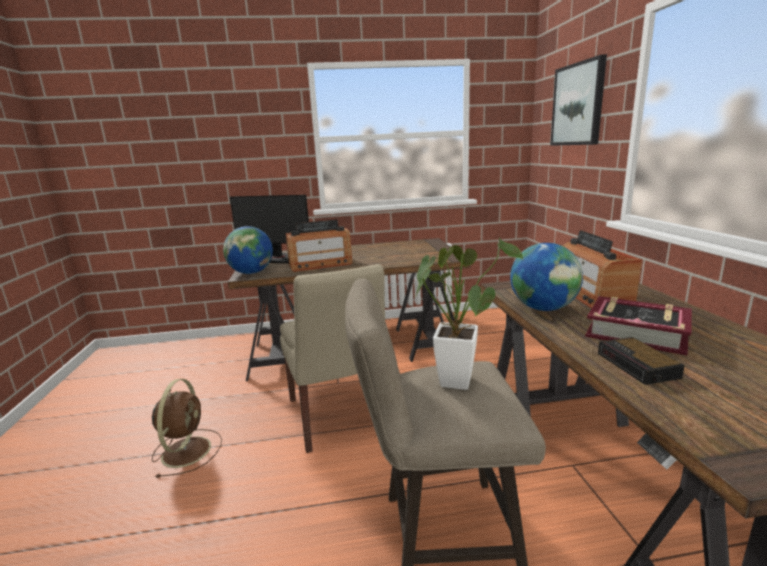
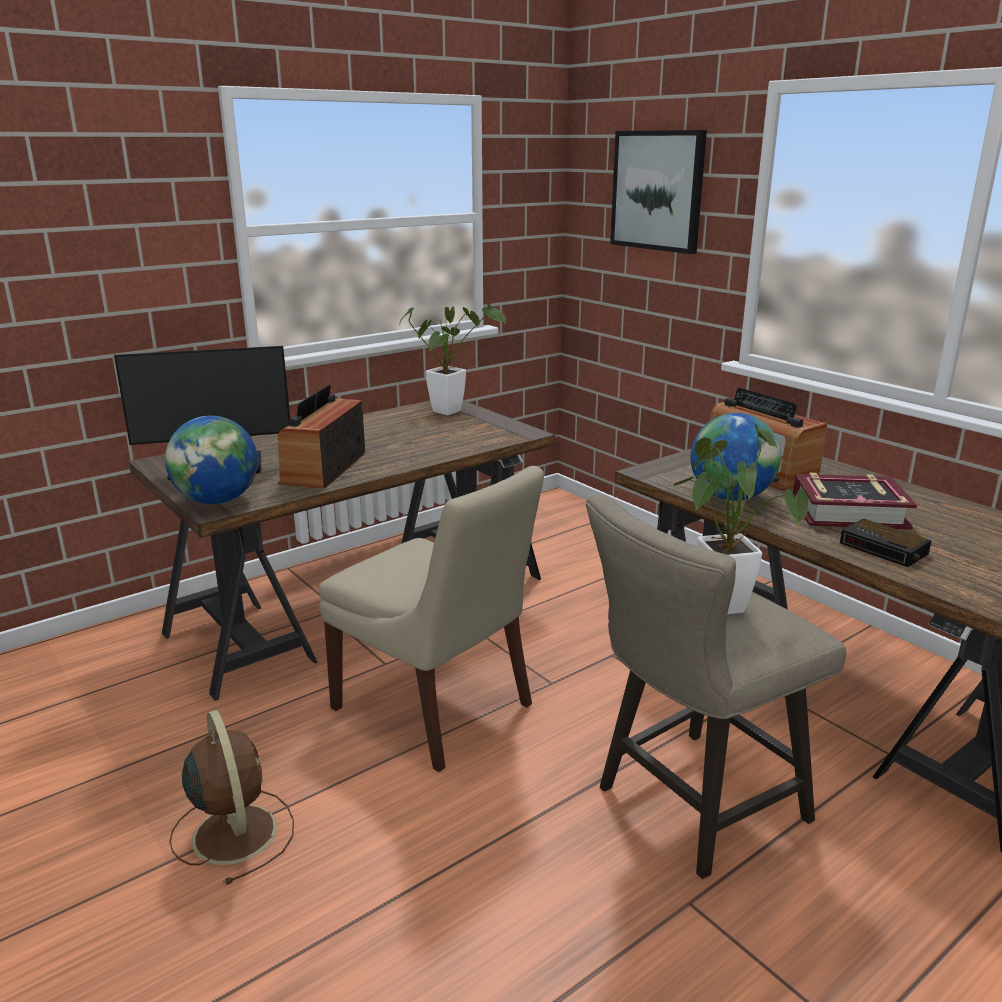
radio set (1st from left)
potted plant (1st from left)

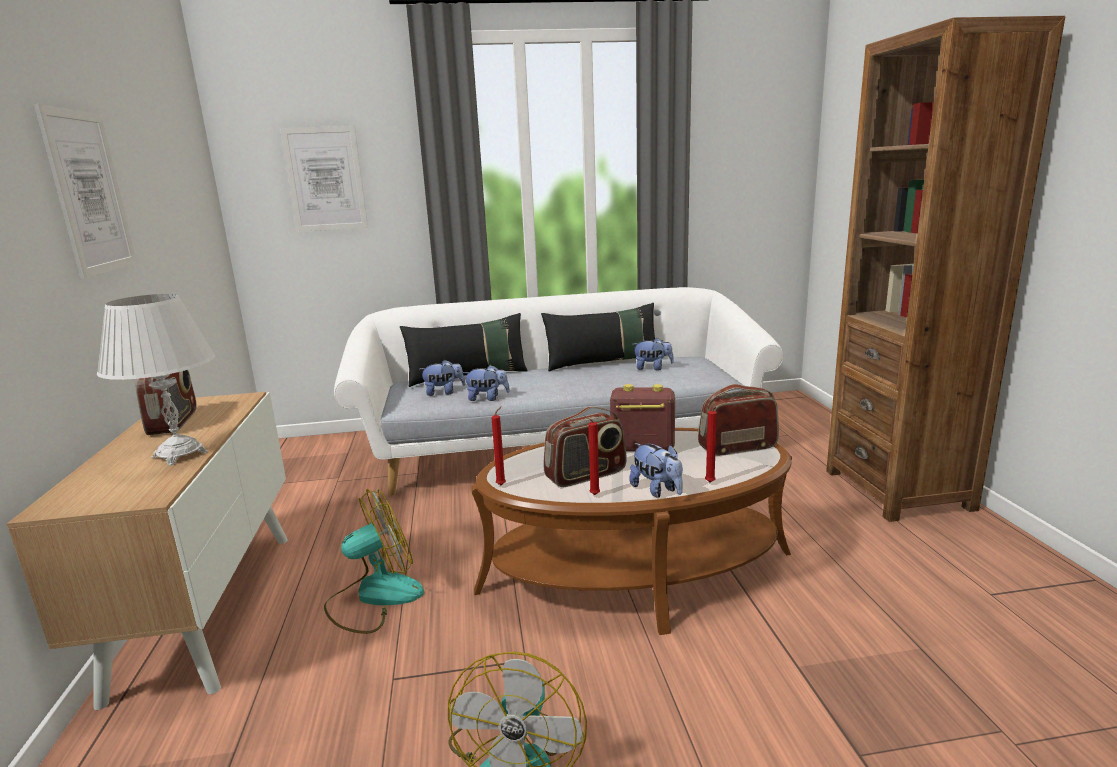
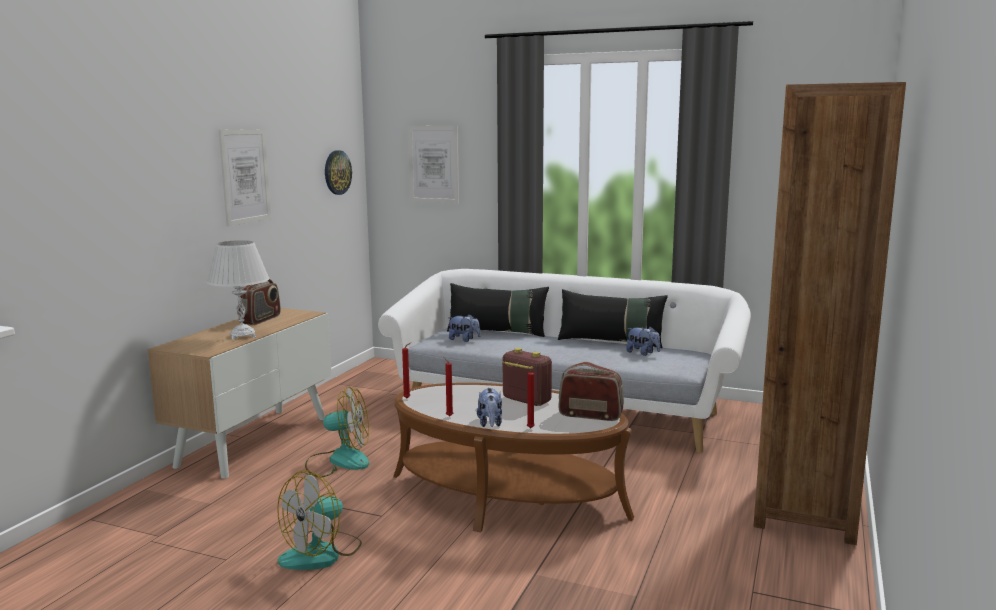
cuddly toy (2nd from left in the first image)
radio set (2nd from left in the first image)
wall clock

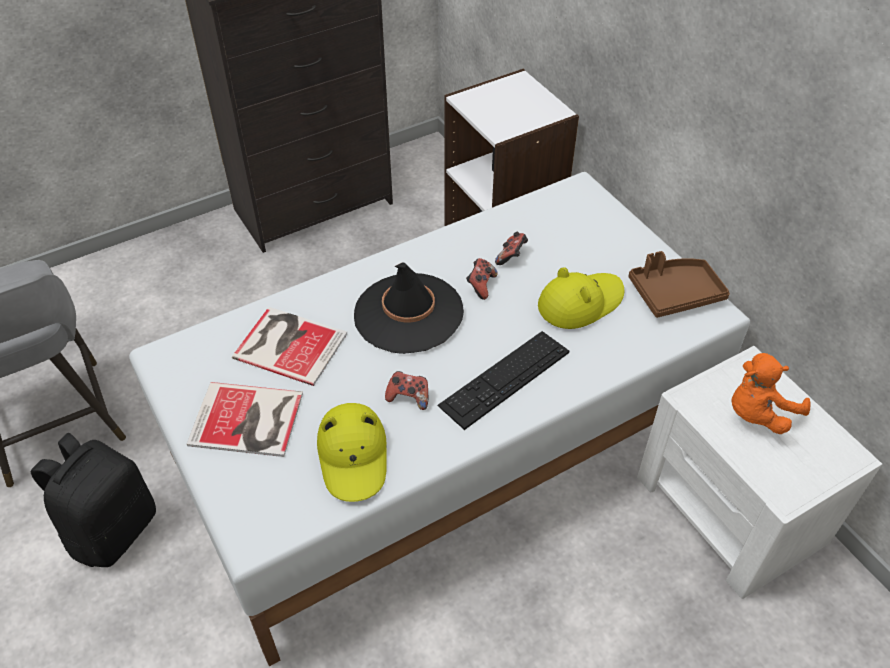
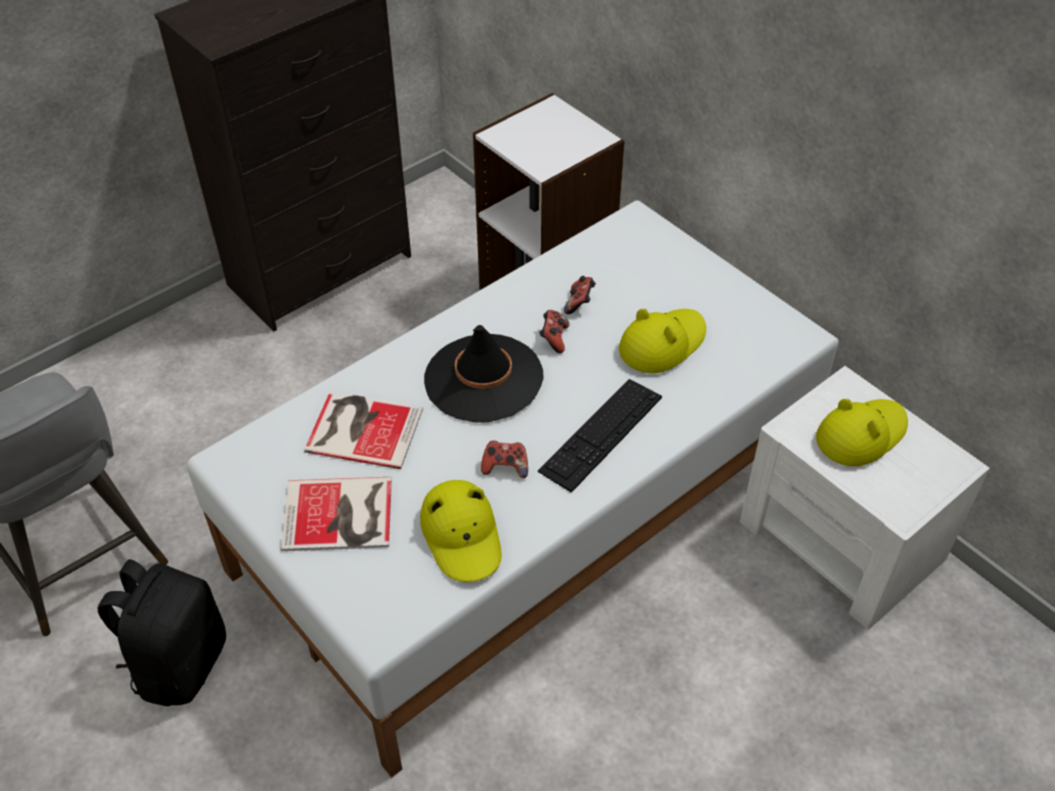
serving tray in brown
hat in yellowish (3rd from left)

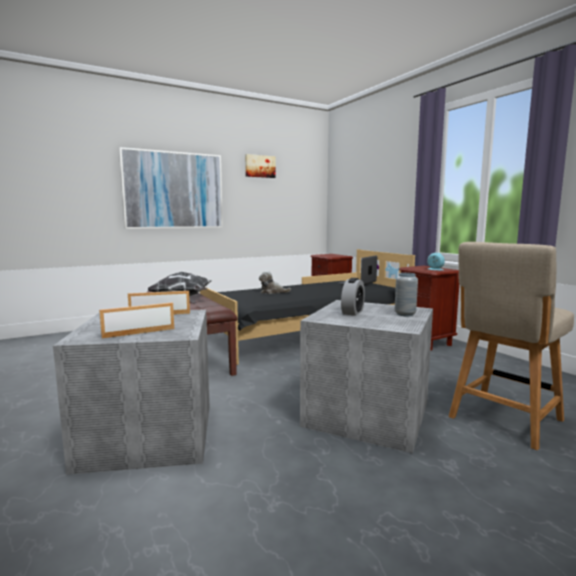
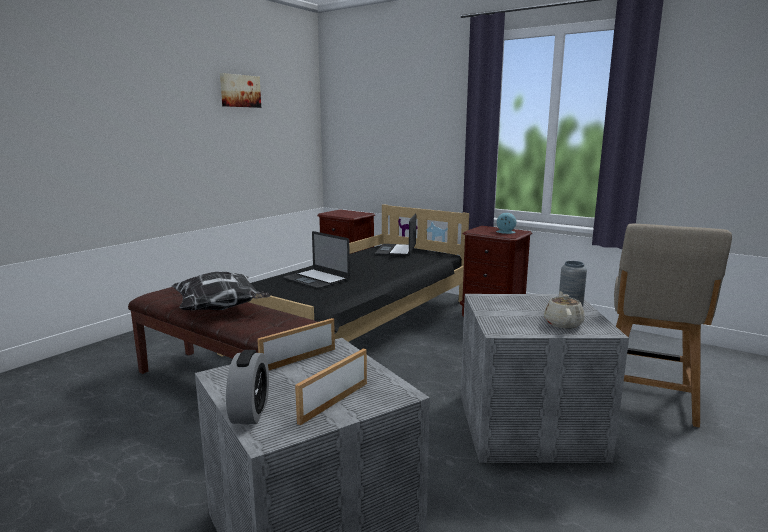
wall picture (1st from left in the first image)
laptop (1st from left)
alarm clock (1st from left)
pot for tea in sand-coloured

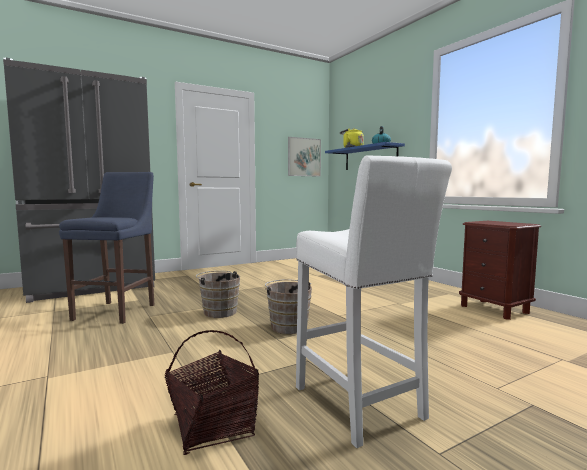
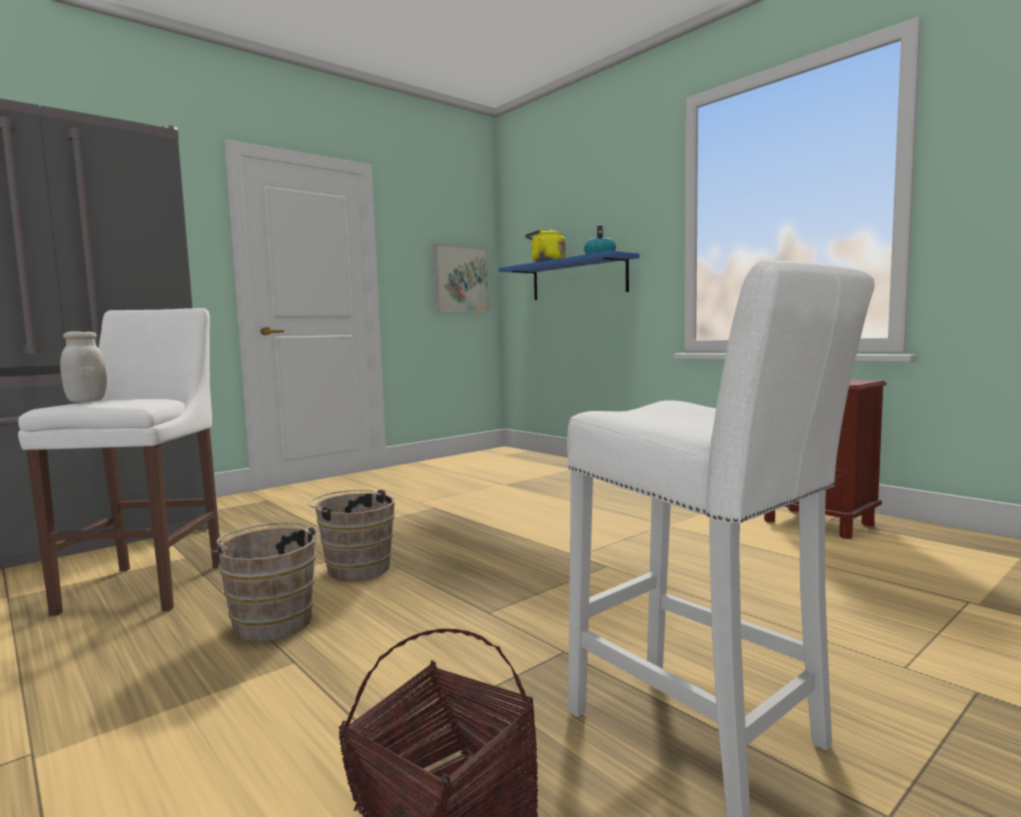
stool seat in whitish (1st from left)
pail in brown (1st from left)
jar in whitish

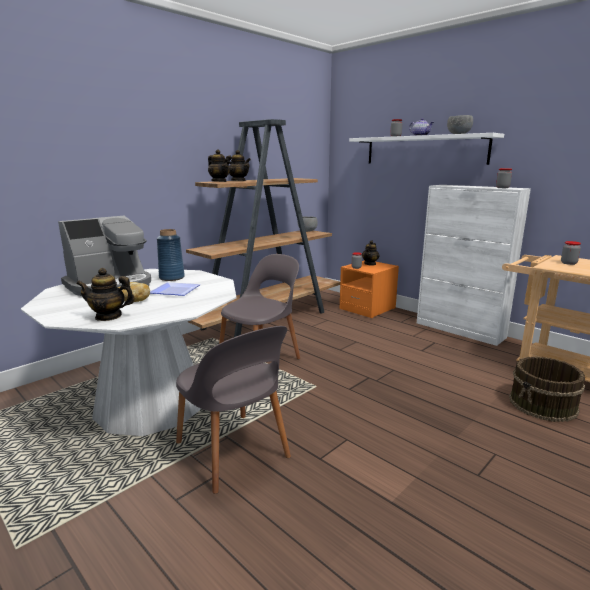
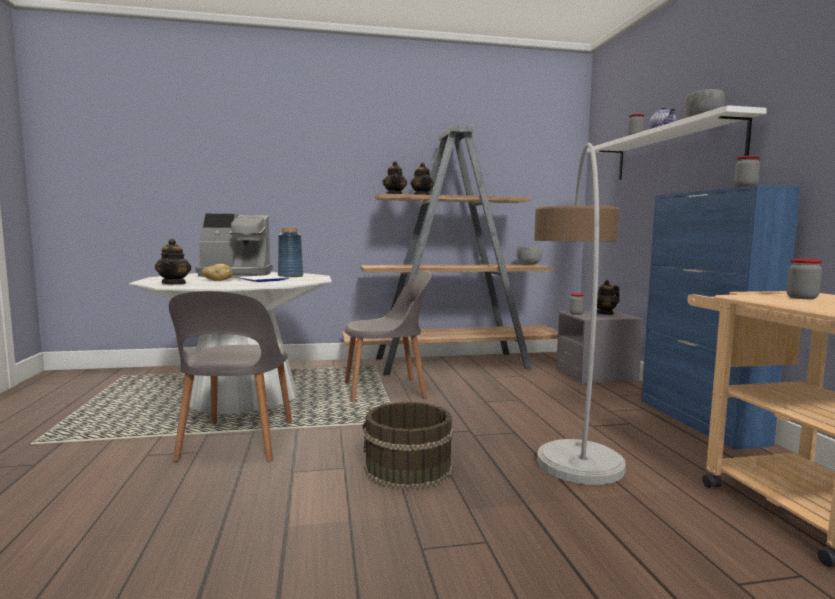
pot for tea (1st from left)
night table in grey
cabinet in blue-coloured
pail in brown
standing lamp

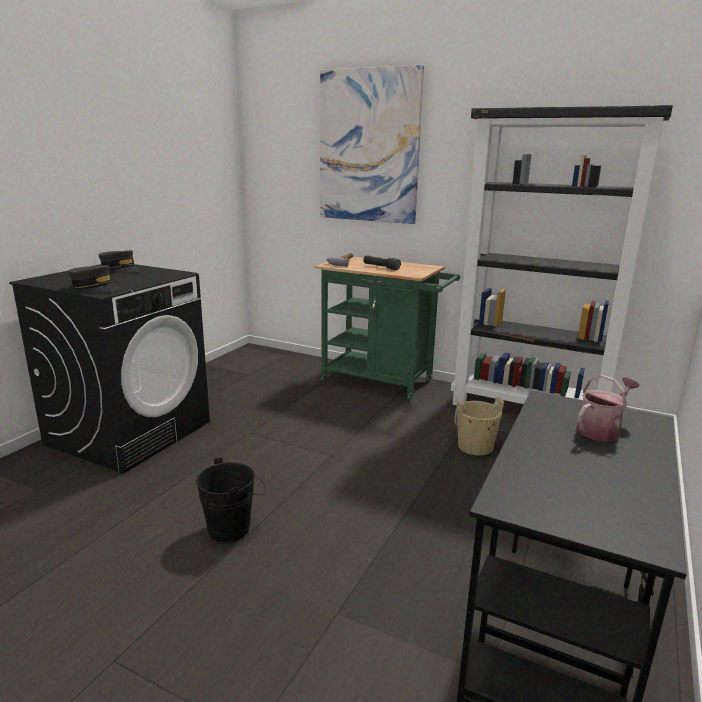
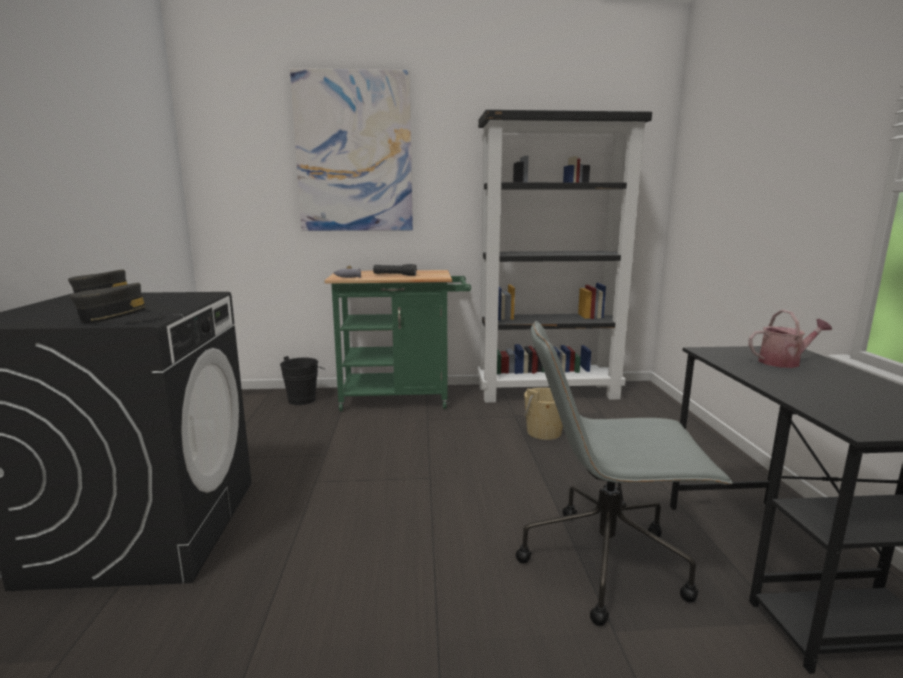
pail in black
sprinkling can
desk chair in grey

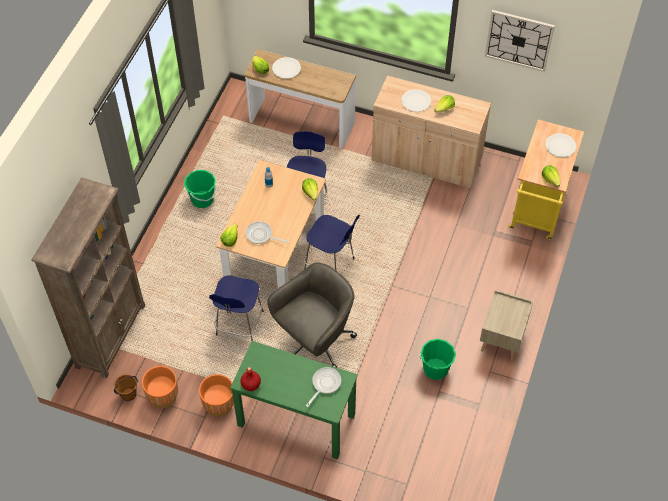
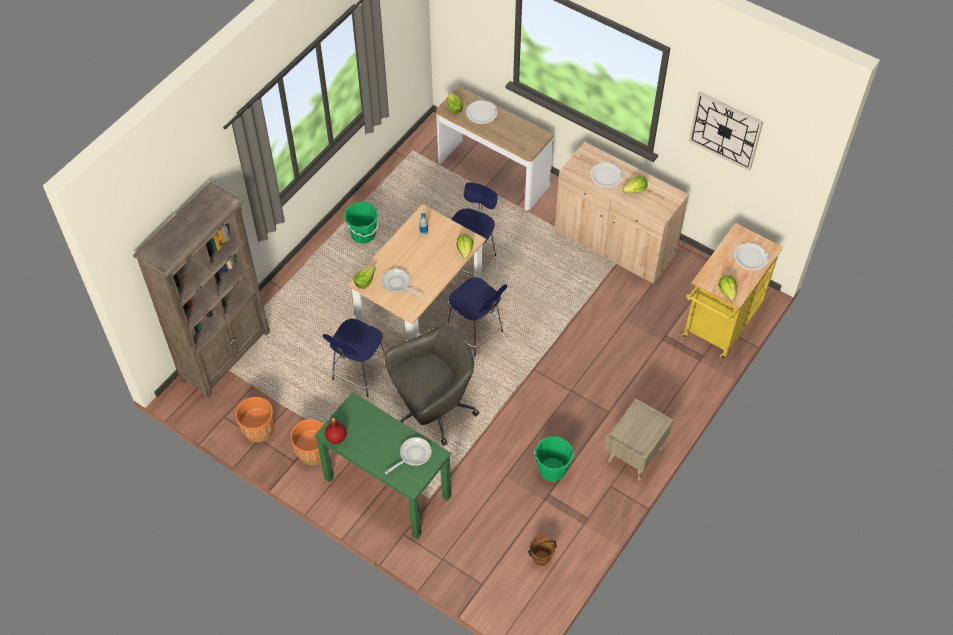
pail in brown

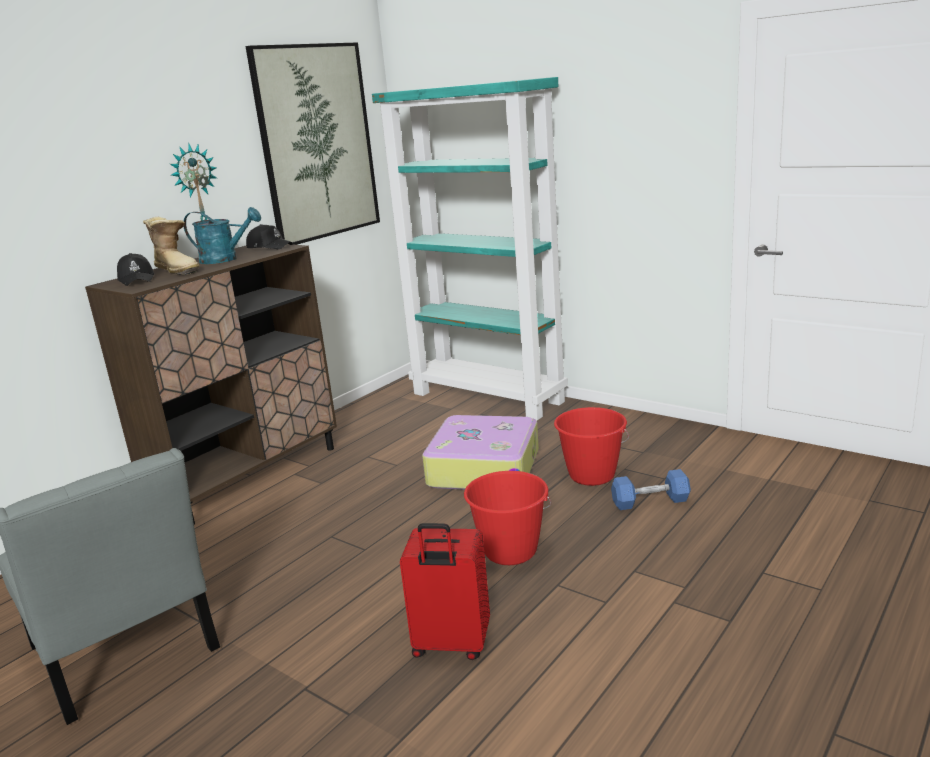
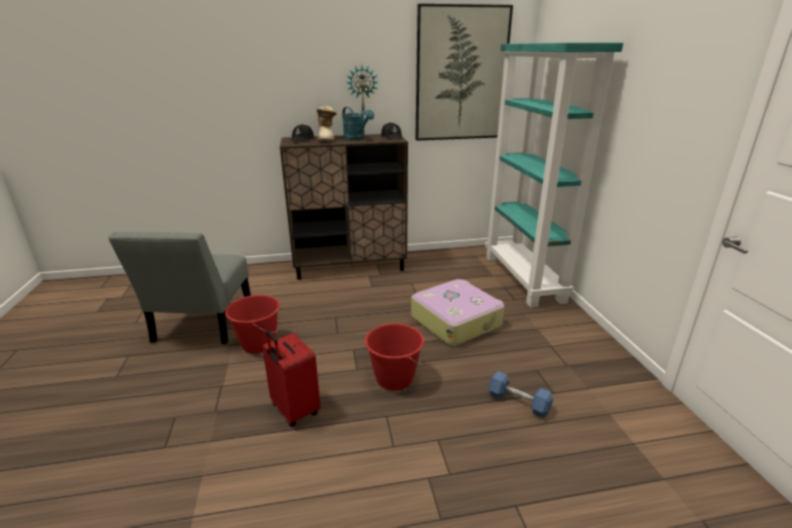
pail in red (1st from left)

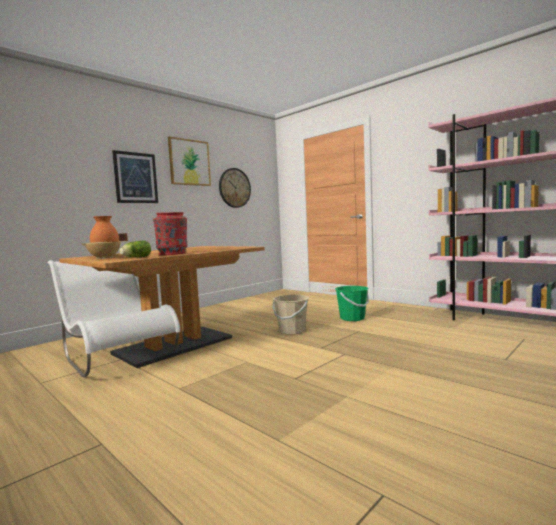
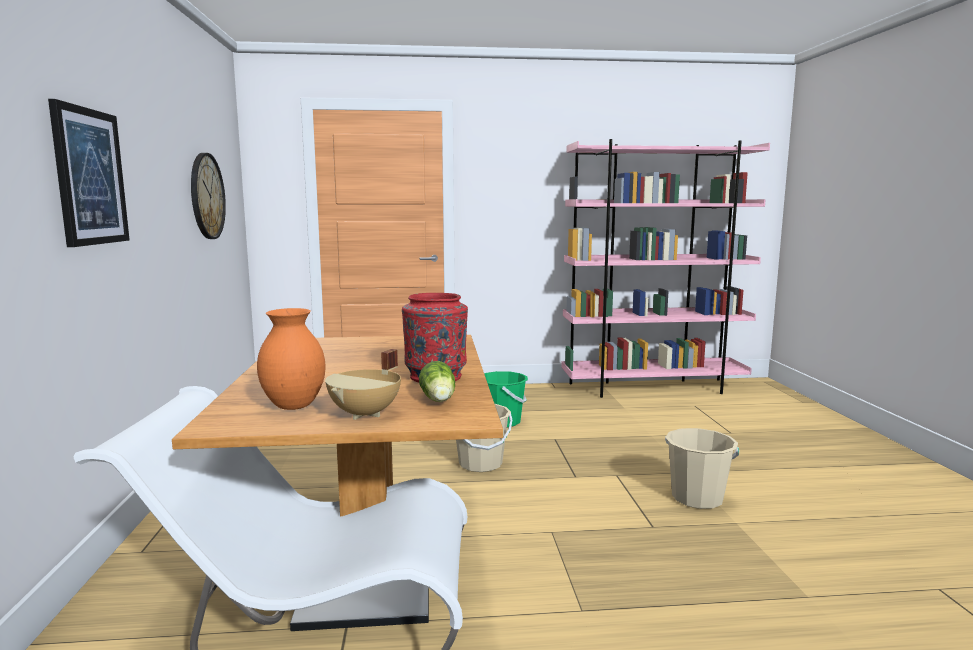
wall picture (2nd from left in the first image)
pail in sand-coloured (2nd from left)

